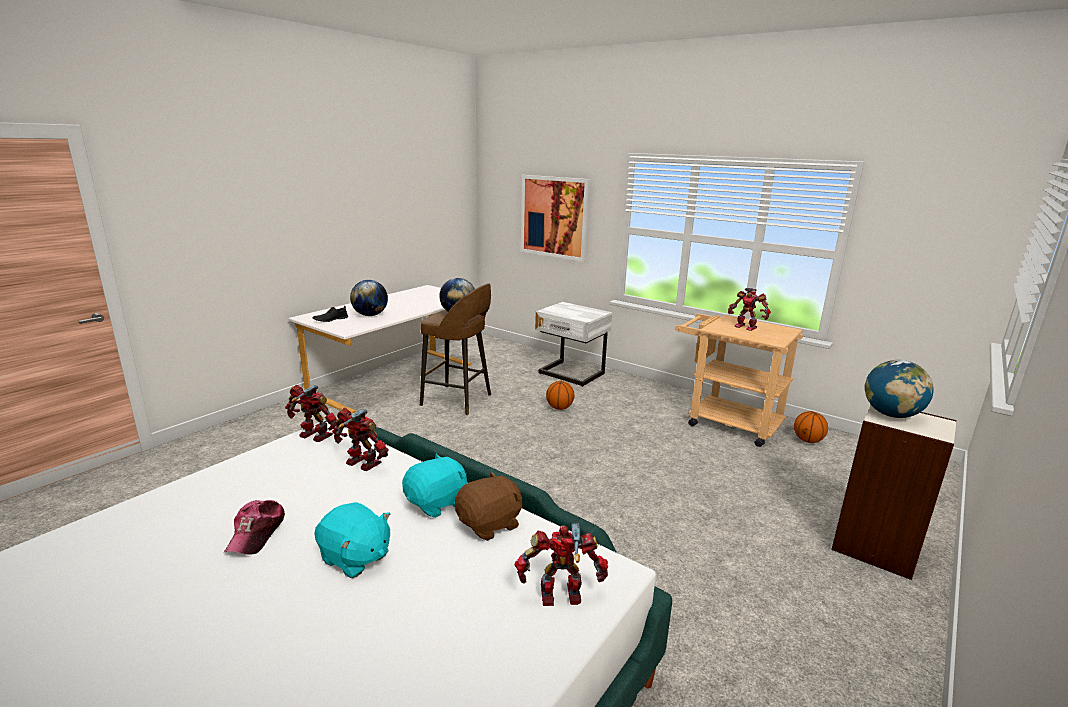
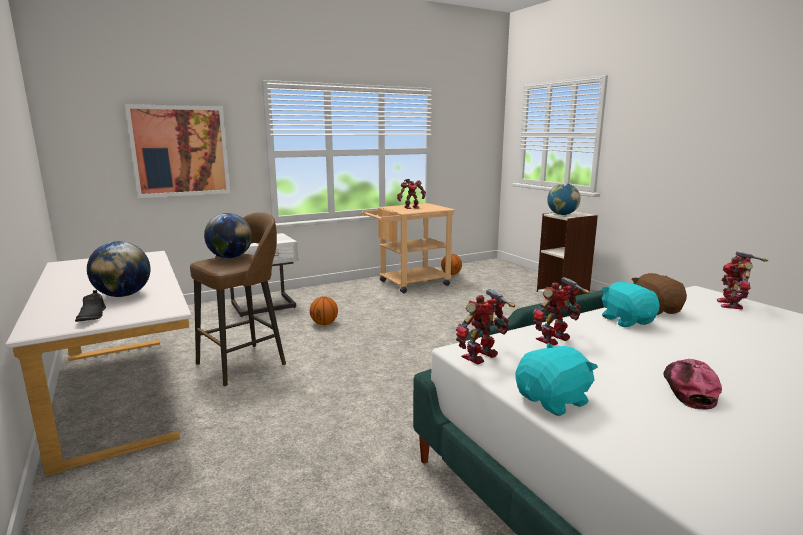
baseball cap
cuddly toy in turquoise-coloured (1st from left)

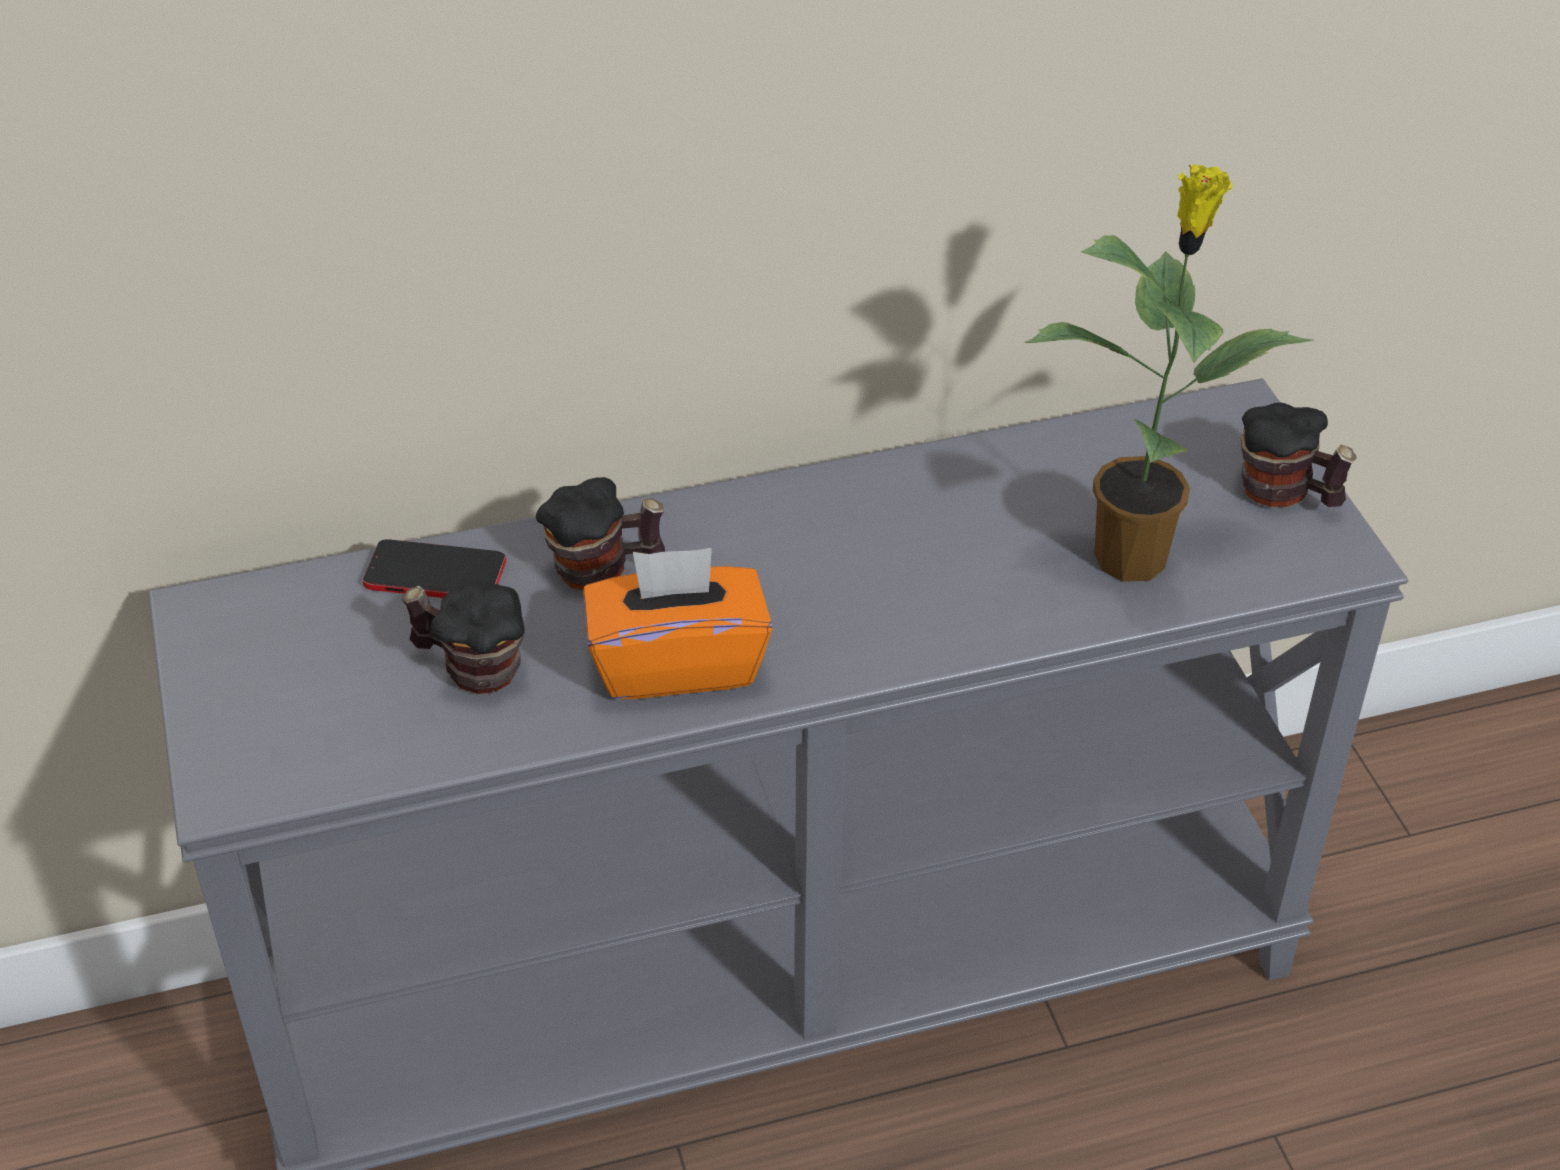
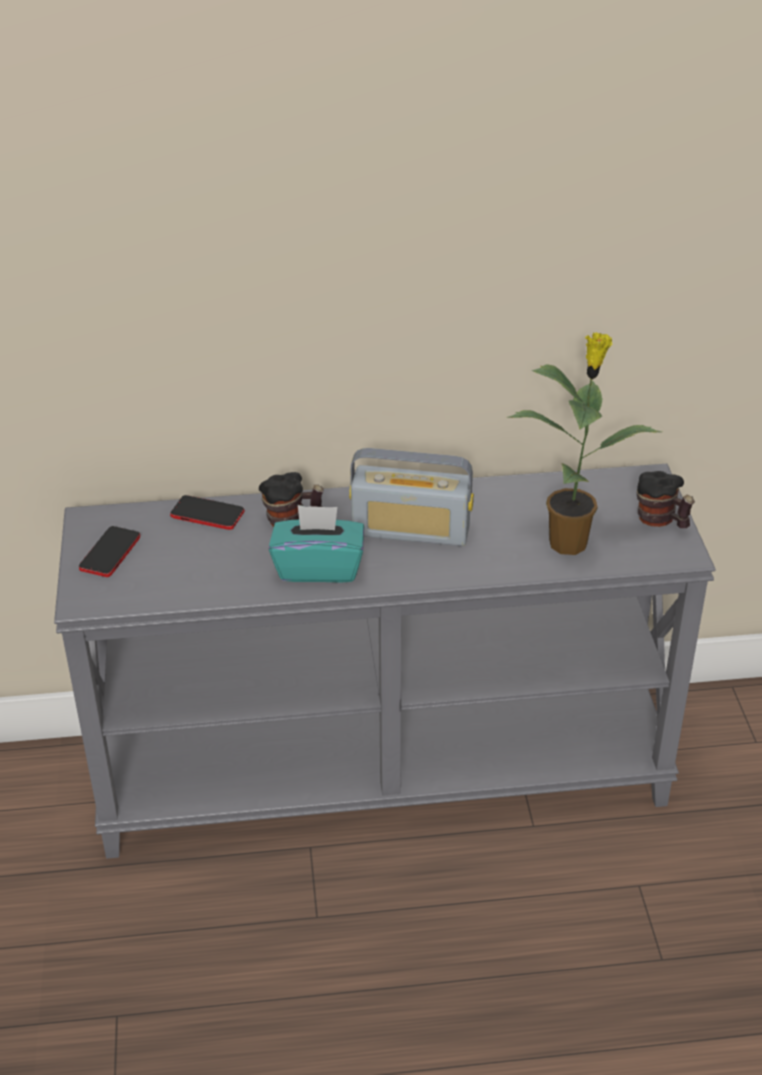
mug (1st from left in the first image)
tissue box in turquoise-coloured
telephone (1st from left)
radio set

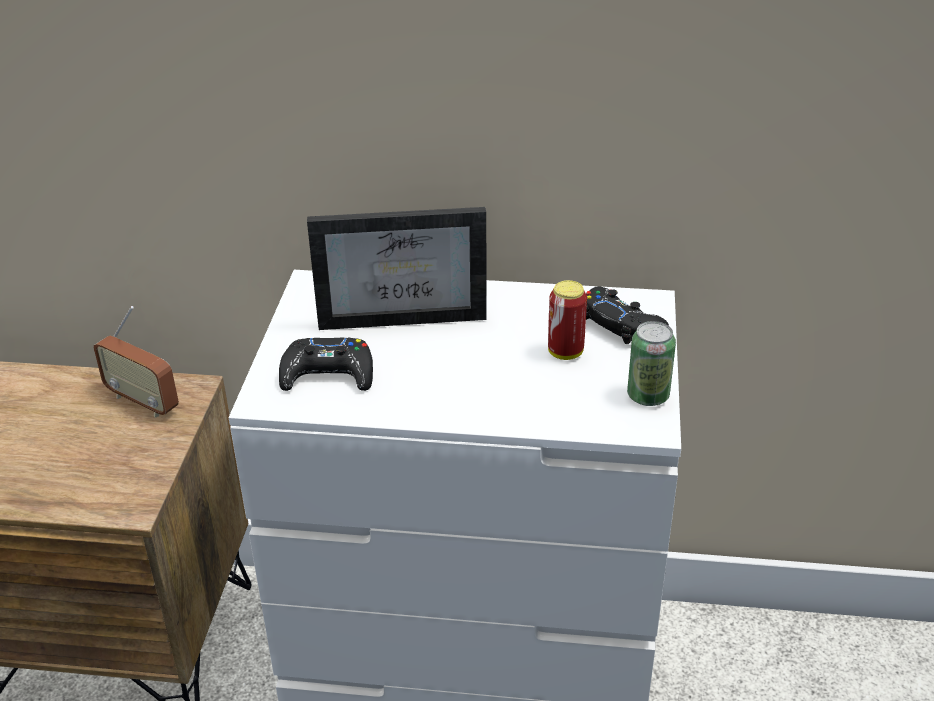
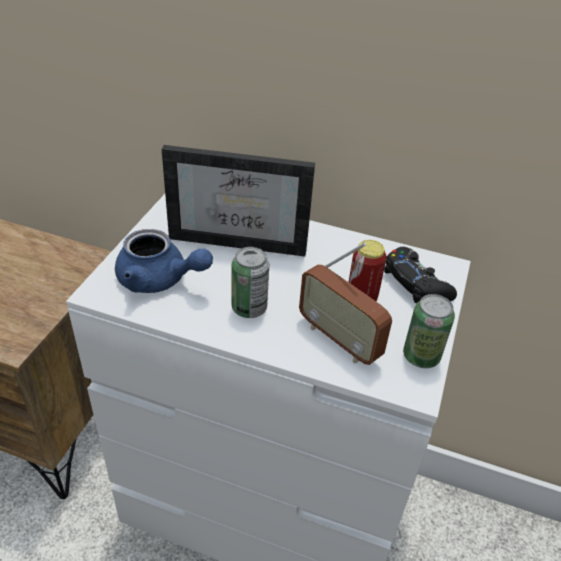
radio set
pot for tea in blue-coloured
sealed can (1st from left)

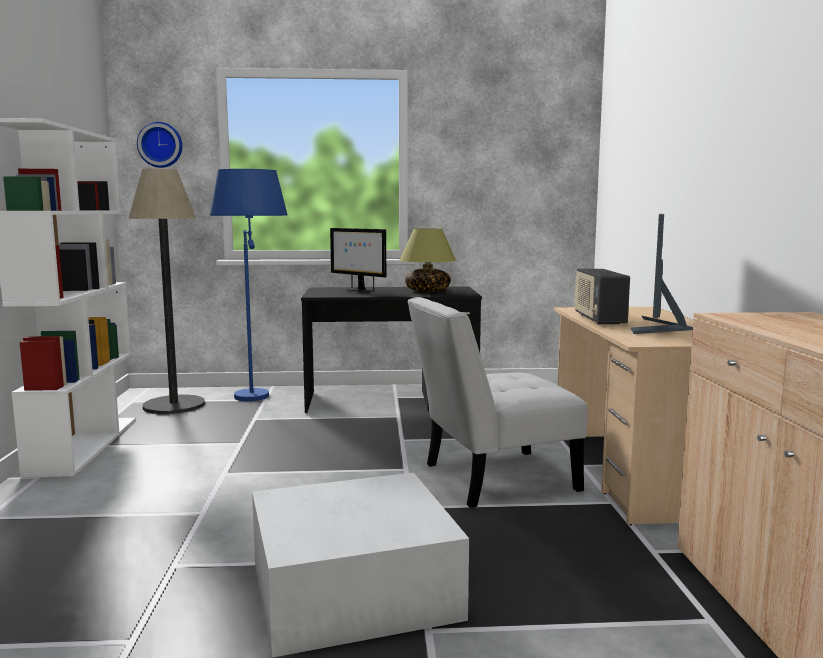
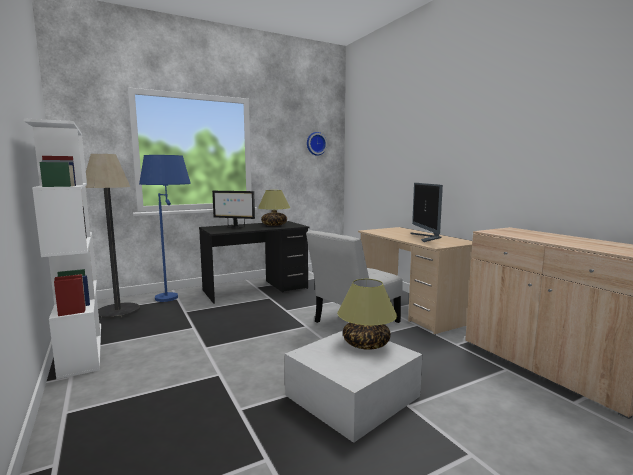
wall clock
radio set
tabletop lamp (2nd from left)

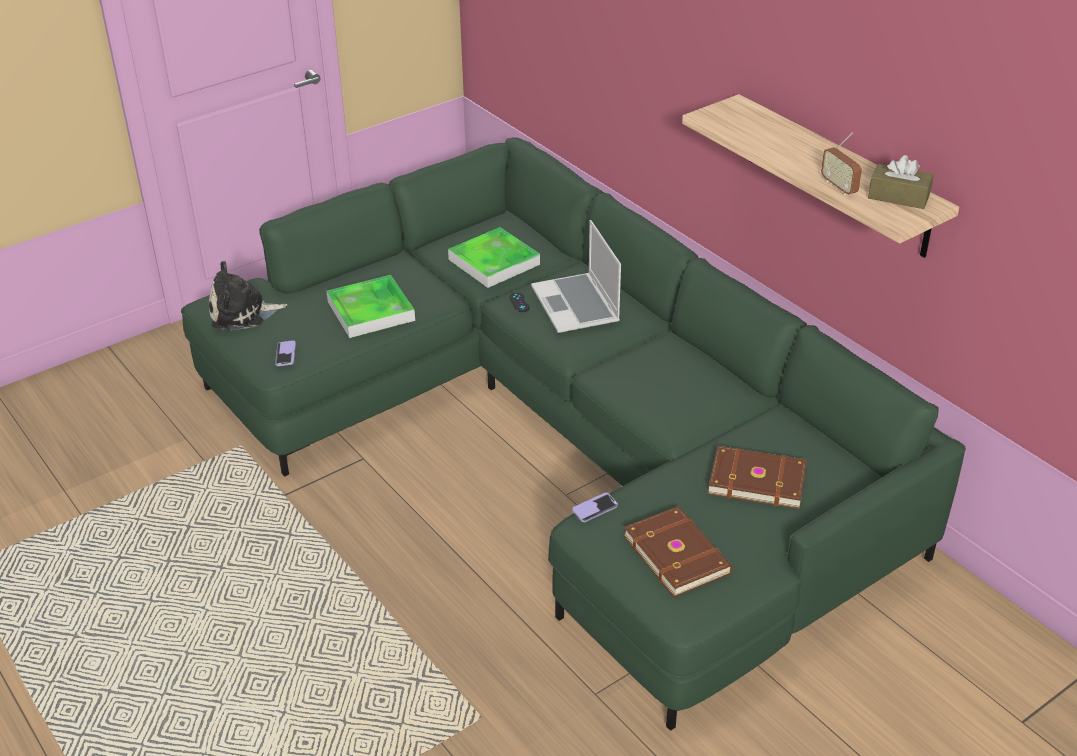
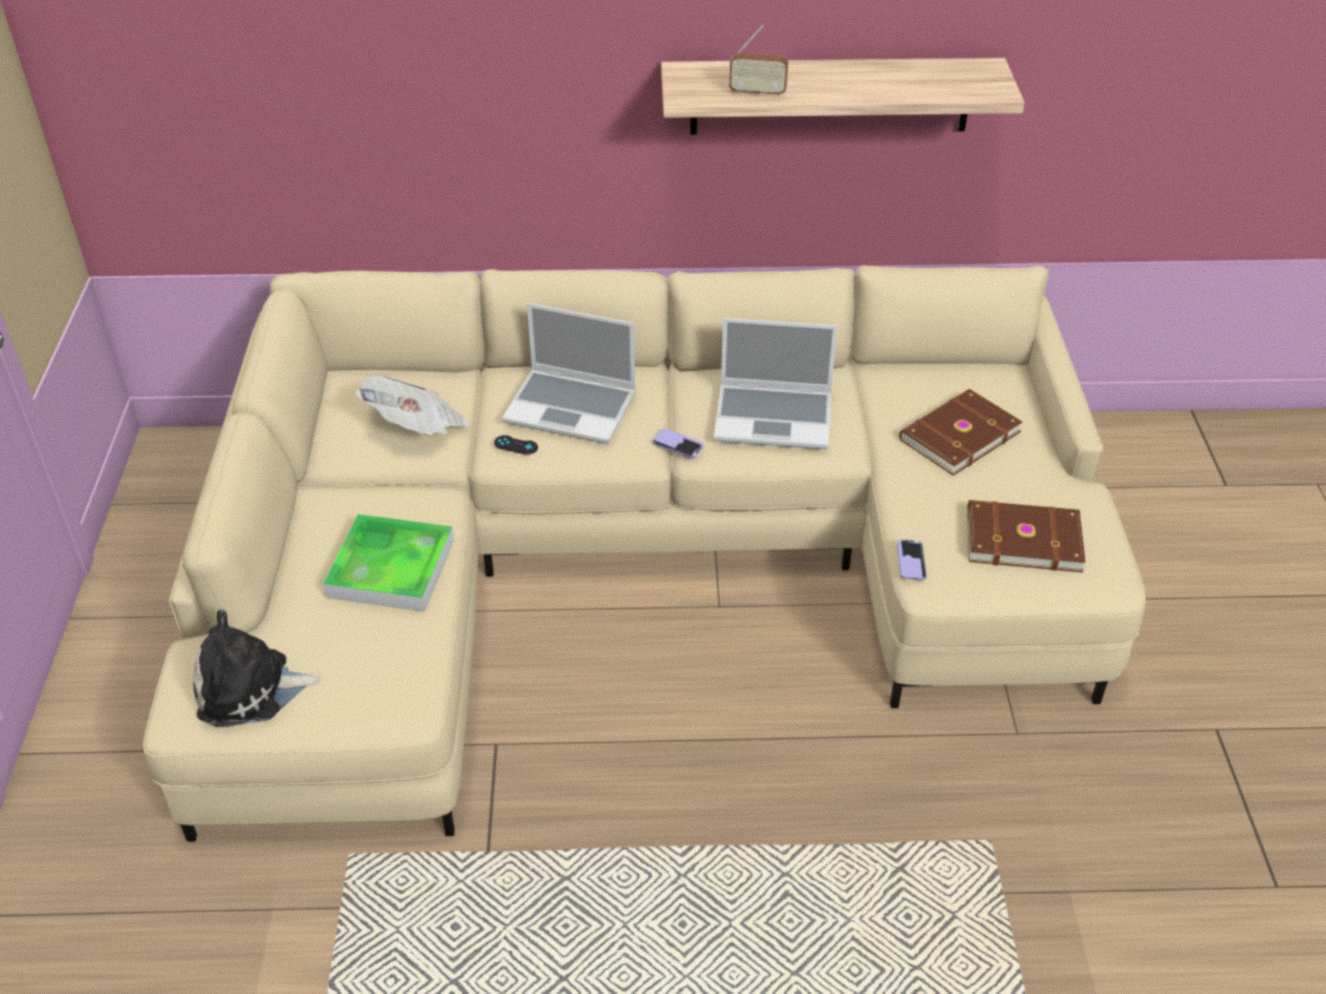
settee in sand-coloured
cuddly toy
telephone (1st from left)
printed paper
radio set
tissue box in brown
laptop (2nd from left)

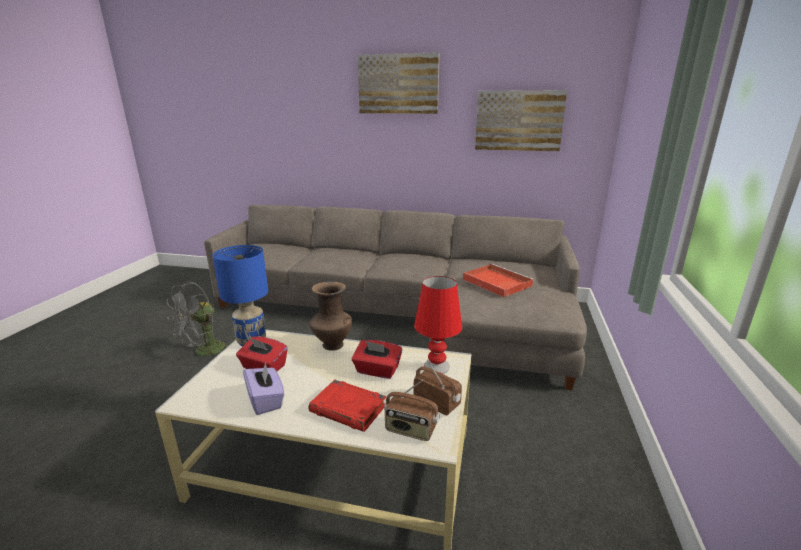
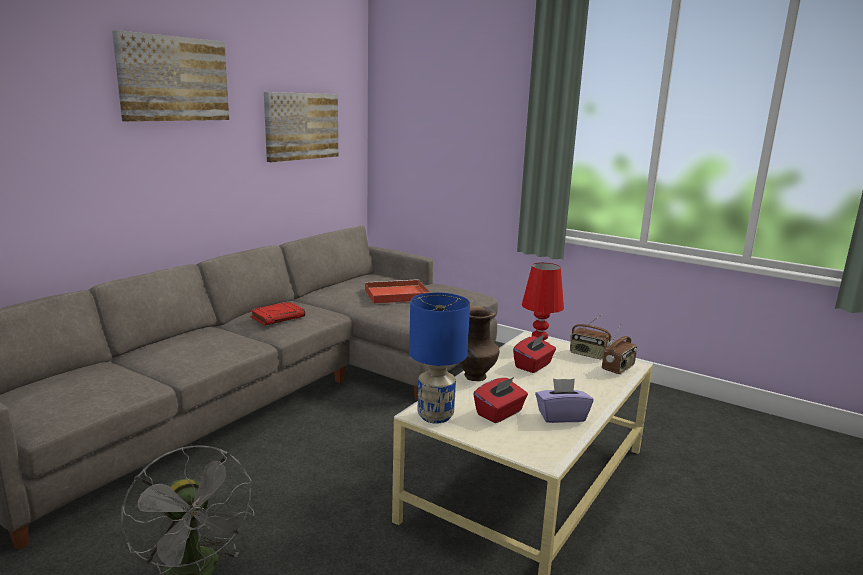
volume in red
radio set (1st from left)

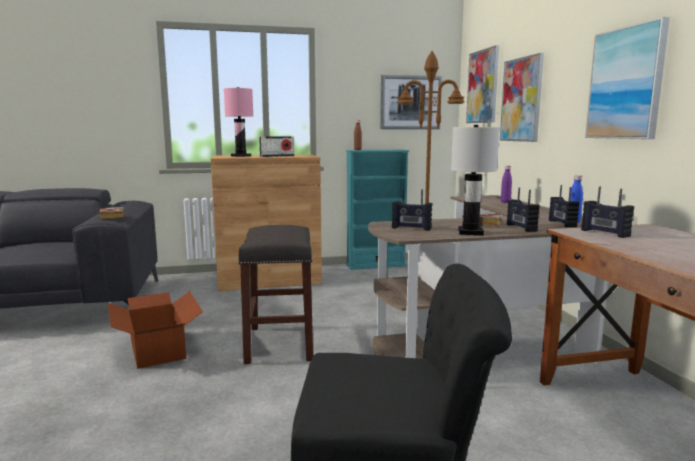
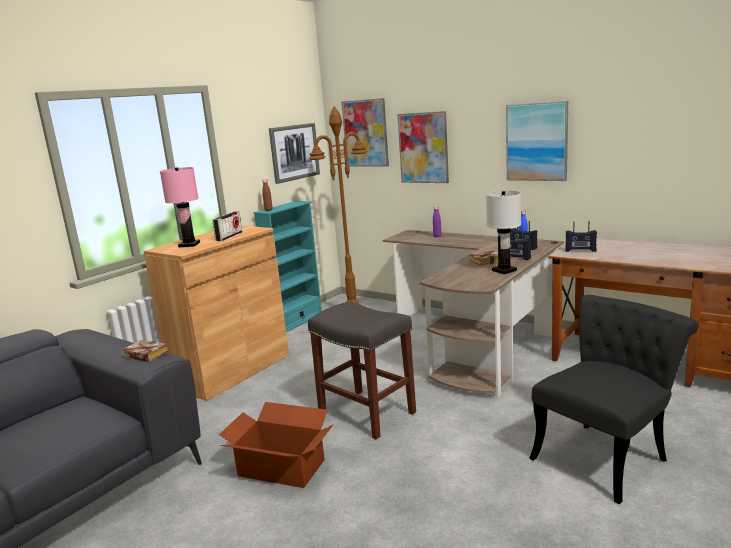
radio set (2nd from left in the first image)

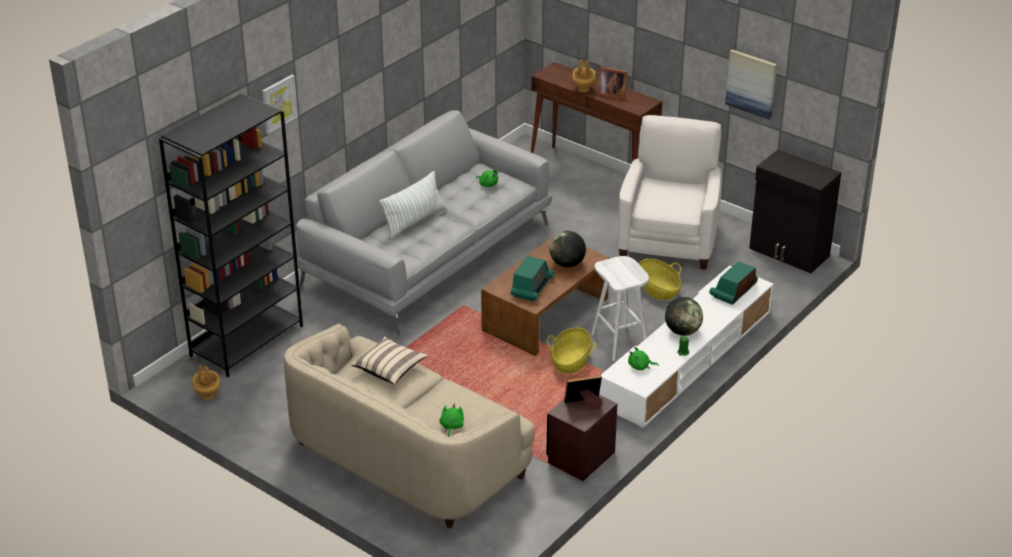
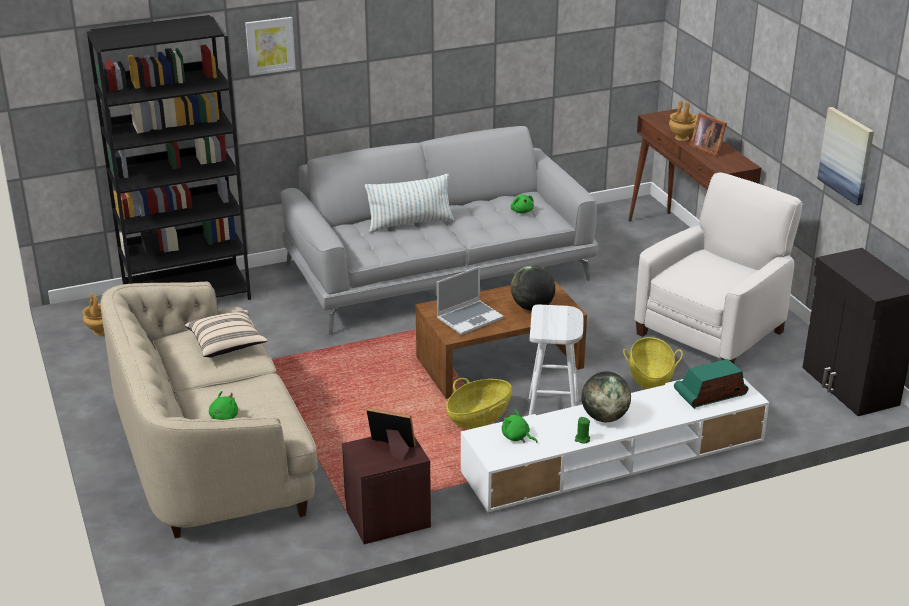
laptop

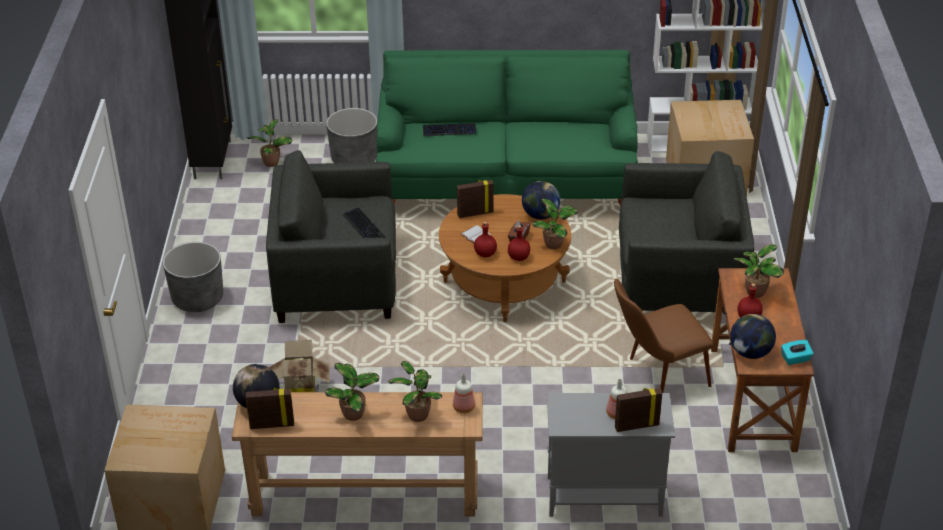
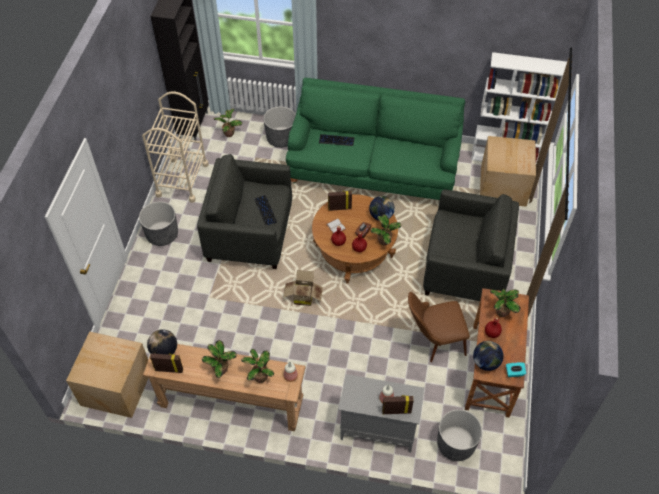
carton (2nd from left)
wheeled cart in sand-coloured
plant pot in grey (3rd from left)

